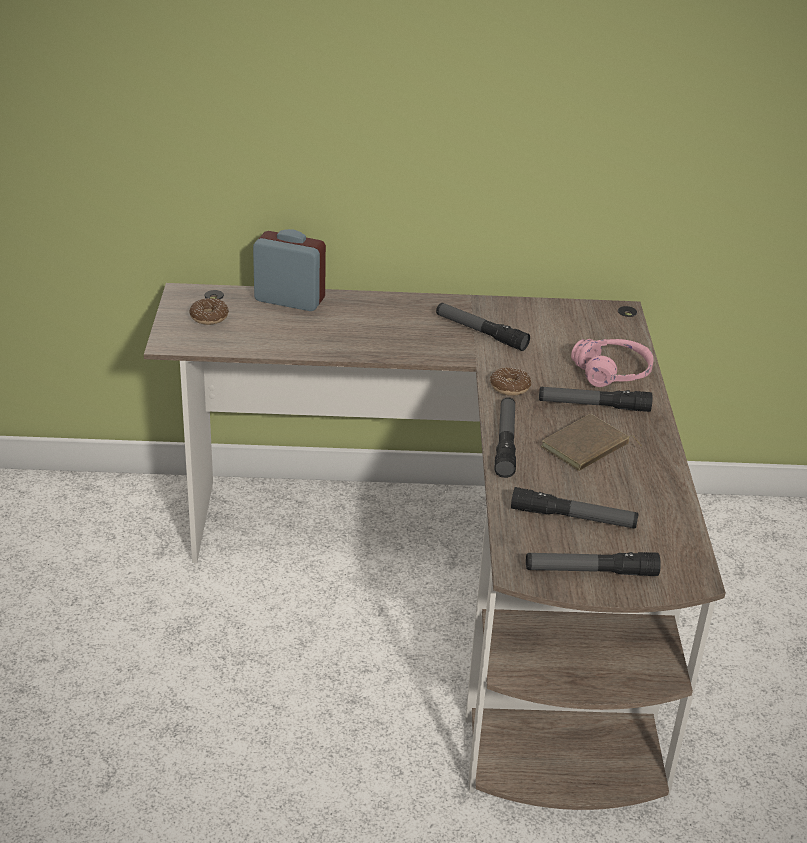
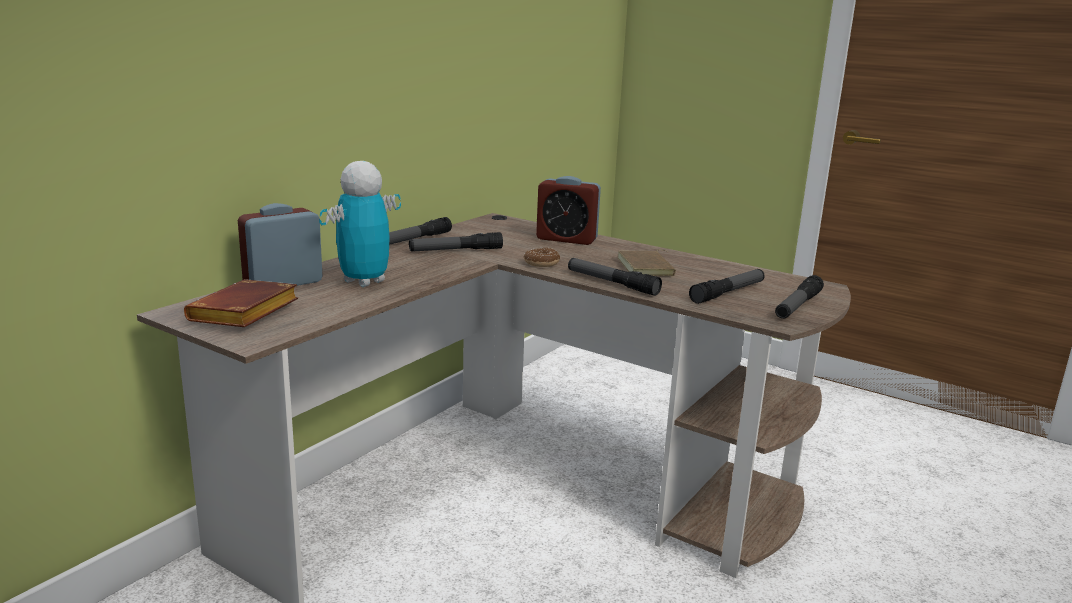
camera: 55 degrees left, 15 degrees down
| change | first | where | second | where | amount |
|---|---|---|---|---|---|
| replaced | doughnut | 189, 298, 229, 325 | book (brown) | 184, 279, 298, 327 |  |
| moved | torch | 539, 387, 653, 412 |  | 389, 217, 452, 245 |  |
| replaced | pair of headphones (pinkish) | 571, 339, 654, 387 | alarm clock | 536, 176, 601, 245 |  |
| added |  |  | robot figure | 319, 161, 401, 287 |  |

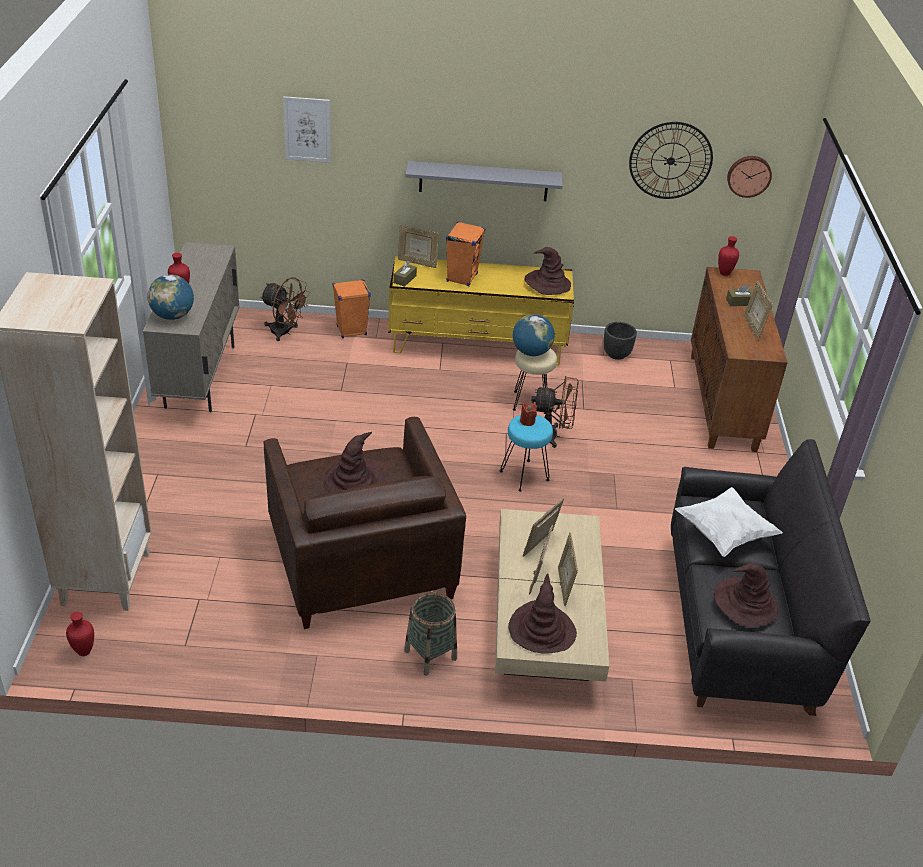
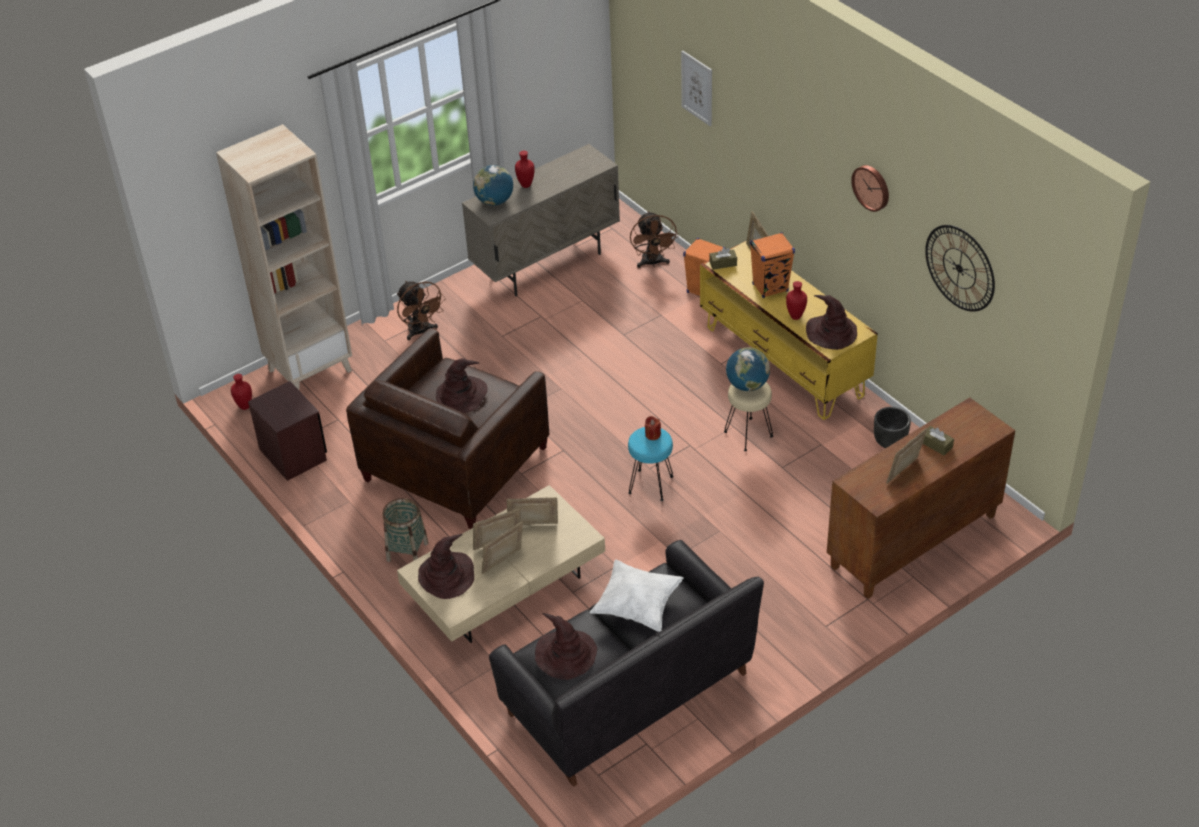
camera: 55 degrees right, 5 degrees up
| change | first | where | second | where | amount |
|---|---|---|---|---|---|
| removed | wall shelf (grey) | 406, 161, 563, 201 |  |  |  |
| moved | fan (brown) | 531, 376, 579, 448 |  | 397, 281, 446, 340 |  |
| moved | decorative vase (red) | 718, 236, 739, 276 |  | 786, 281, 807, 320 |  |
| moved | wall clock | 727, 156, 772, 198 |  | 851, 165, 889, 212 |  |
| added |  |  | nightstand (brown) | 248, 381, 327, 481 |  |

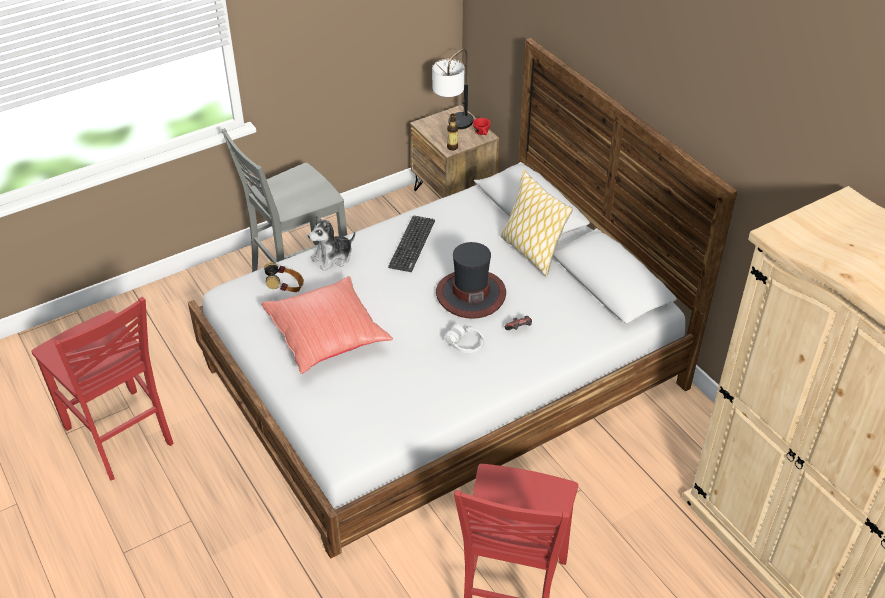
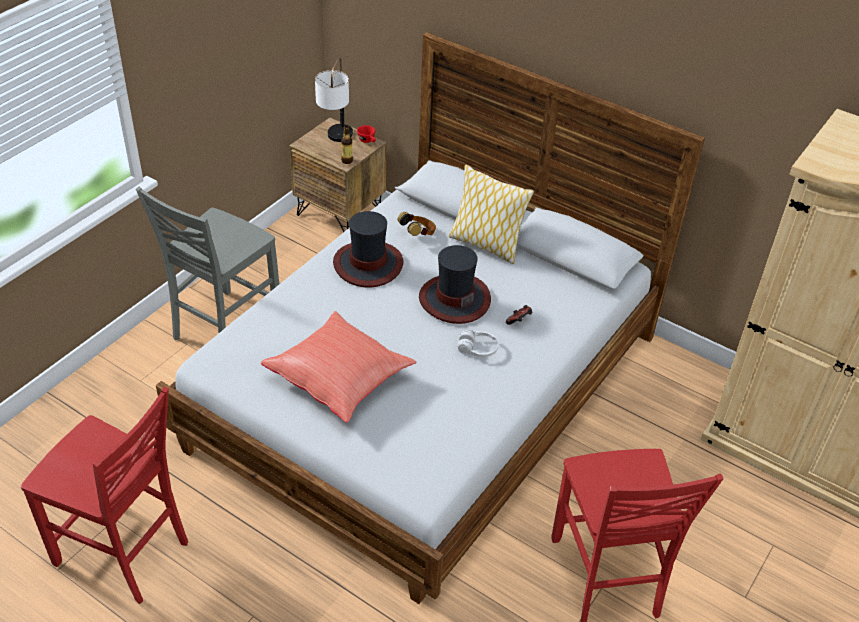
camera: 25 degrees left, 0 degrees up
| change | first | where | second | where | amount |
|---|---|---|---|---|---|
| moved | pair of headphones | 264, 262, 304, 292 |  | 397, 212, 436, 236 |  |
| removed | plush toy | 308, 216, 355, 271 |  |  |  |
| replaced | PC keyboard | 388, 216, 435, 272 | hat | 333, 211, 403, 287 |  |

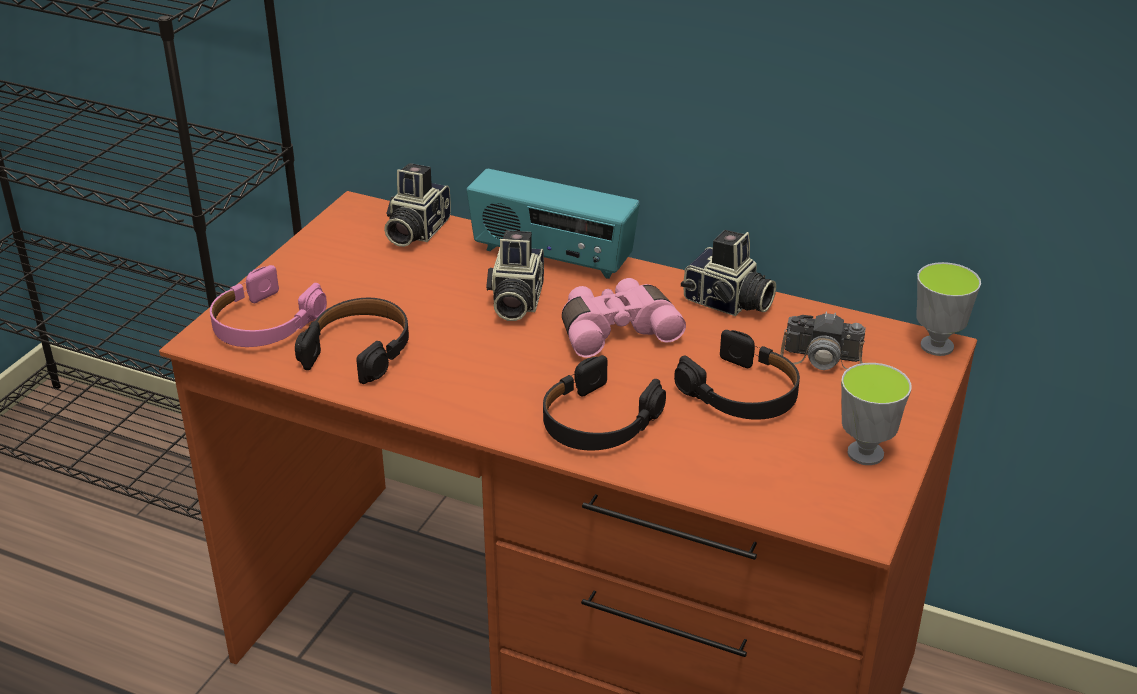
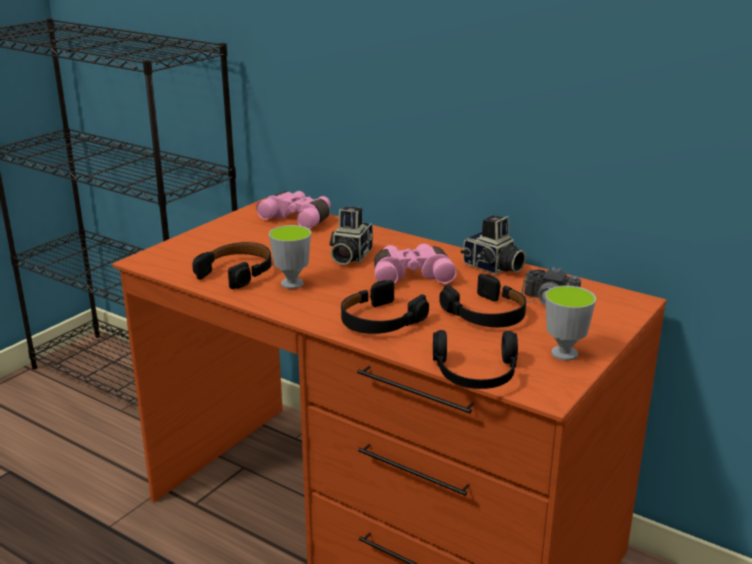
camera: 10 degrees right, 10 degrees down
| change | first | where | second | where | amount |
|---|---|---|---|---|---|
| removed | pair of headphones (pinkish) | 210, 265, 327, 347 |  |  |  |
| replaced | photo camera | 384, 163, 451, 247 | binoculars (pinkish) | 256, 191, 331, 229 |  |
| removed | radio receiver | 466, 169, 640, 279 |  |  |  |
| moved | cup | 916, 262, 981, 356 |  | 269, 225, 312, 289 |  |
| added |  |  | pair of headphones (black) | 433, 330, 518, 389 |  |

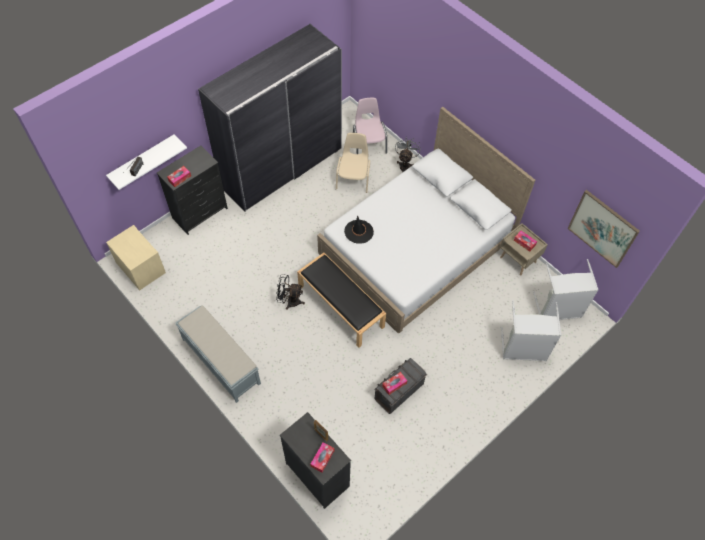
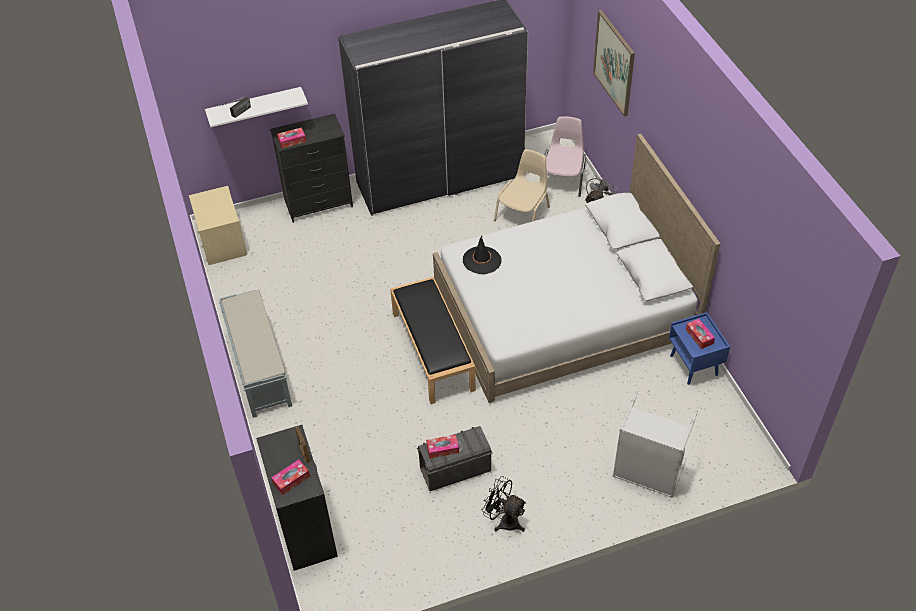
camera: 25 degrees right, 10 degrees down
| change | first | where | second | where | amount |
|---|---|---|---|---|---|
| moved | fan (black) | 276, 274, 305, 310 |  | 482, 476, 527, 532 |  |
| recoloured | nightstand (beige) | 500, 223, 548, 275 | nightstand (bluish) | 669, 312, 730, 385 |  |
| removed | washing basket (grey) | 533, 259, 598, 320 |  |  |  |
| moved | wall picture | 567, 190, 640, 268 |  | 593, 10, 635, 117 |  |

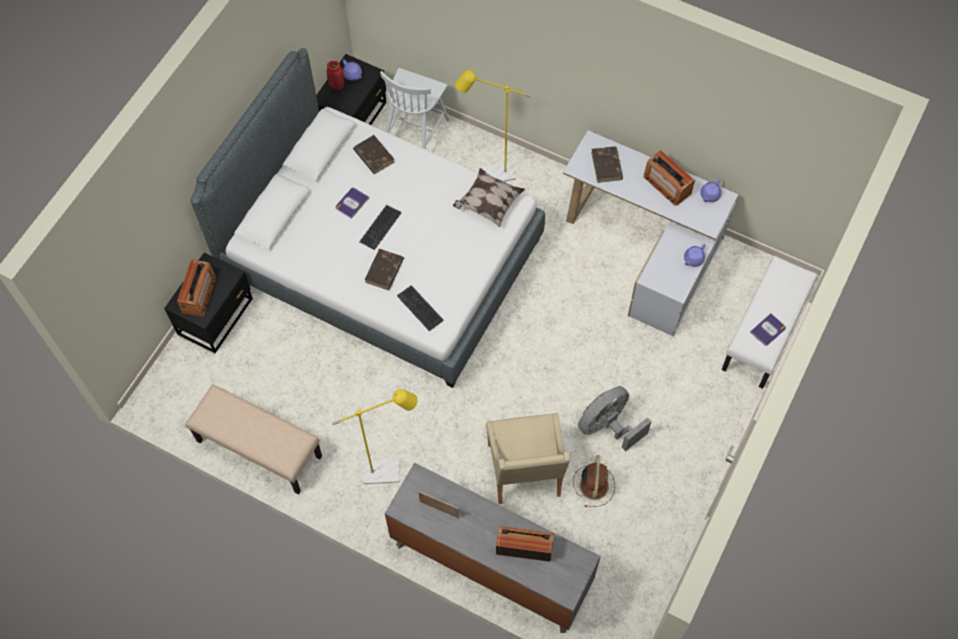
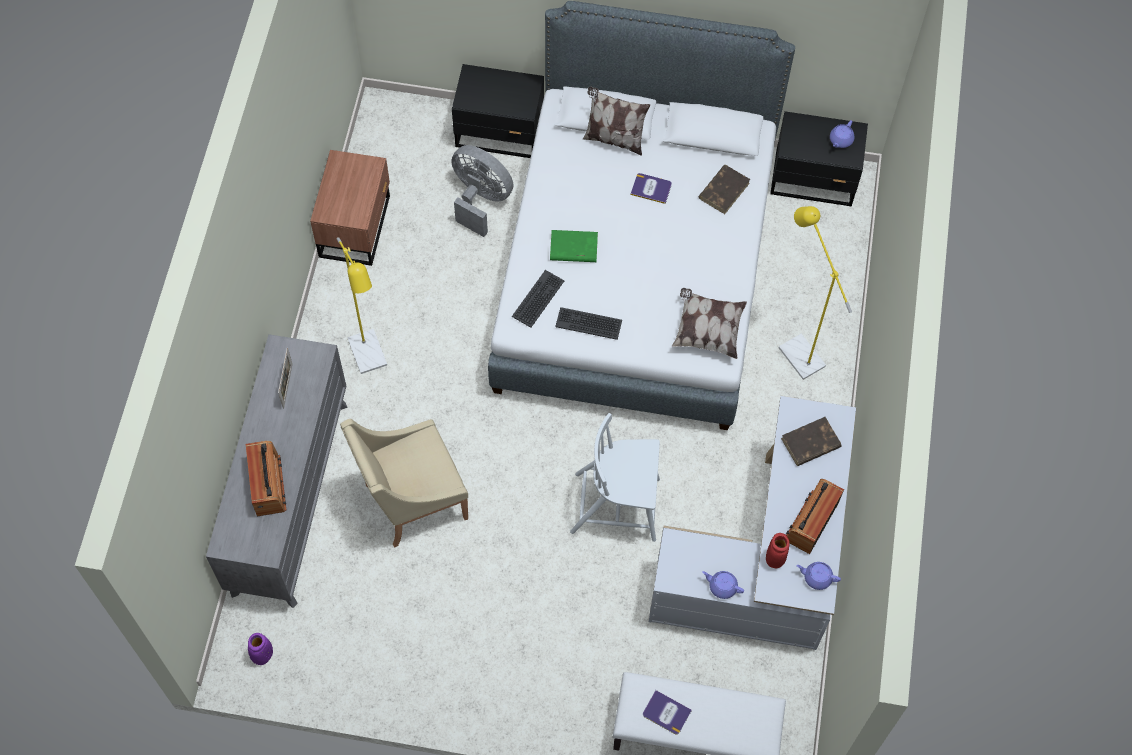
camera: 70 degrees right, 0 degrees up
| change | first | where | second | where | amount |
|---|---|---|---|---|---|
| removed | radio receiver | 177, 259, 217, 317 |  |  |  |
| replaced | bench (beige) | 185, 384, 322, 494 | nightstand (brown) | 310, 150, 390, 266 |  |
| moved | decorative vase (red) | 327, 61, 345, 90 |  | 766, 533, 790, 568 |  |
| moved | PC keyboard | 359, 205, 402, 250 |  | 555, 307, 622, 340 |  |
| recoloured | book (brown) | 364, 249, 404, 290 | book (green-coloured) | 550, 230, 598, 262 |  |
| moved | plain chair (white-coloured) | 380, 68, 450, 149 |  | 570, 413, 660, 542 |  |
| removed | fan (brown) | 573, 455, 615, 507 |  |  |  |
| moved | fan (grey) | 578, 386, 651, 451 |  | 451, 145, 514, 237 |  |
| added |  |  | decorative vase (purplish) | 248, 633, 273, 665 |  |
| added |  |  | pillow | 583, 86, 650, 156 |  |

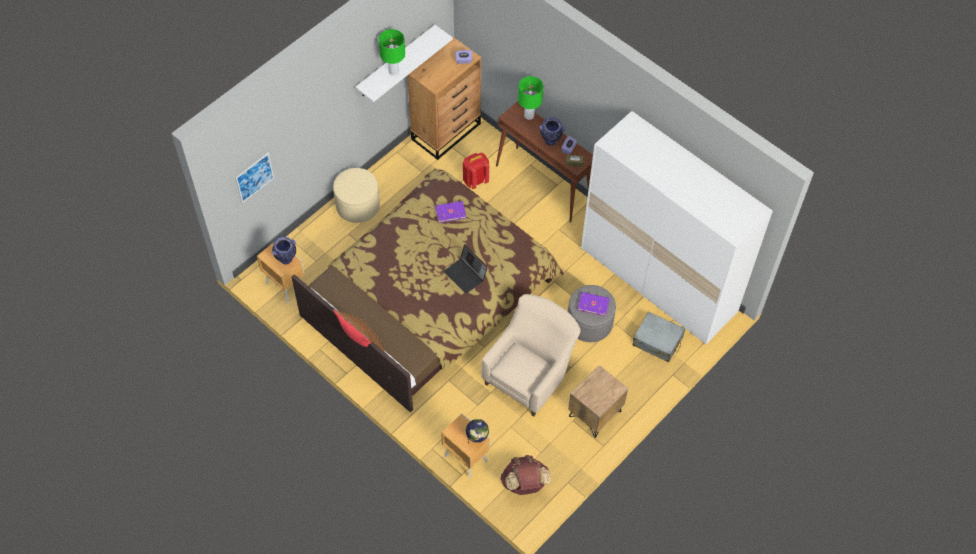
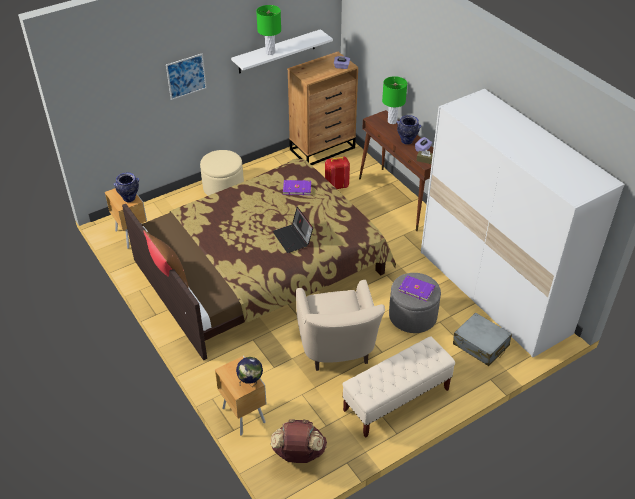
camera: 15 degrees right, 15 degrees down
| change | first | where | second | where | amount |
|---|---|---|---|---|---|
| moved | wall picture | 235, 153, 274, 203 |  | 166, 53, 207, 100 |  |
| turned | armchair (beige) | 482, 294, 580, 417 |  | 296, 280, 385, 371 | 120 degrees clockwise |
| replaced | nightstand (brown) | 568, 365, 628, 438 | bench (beige) | 342, 336, 455, 438 |  |

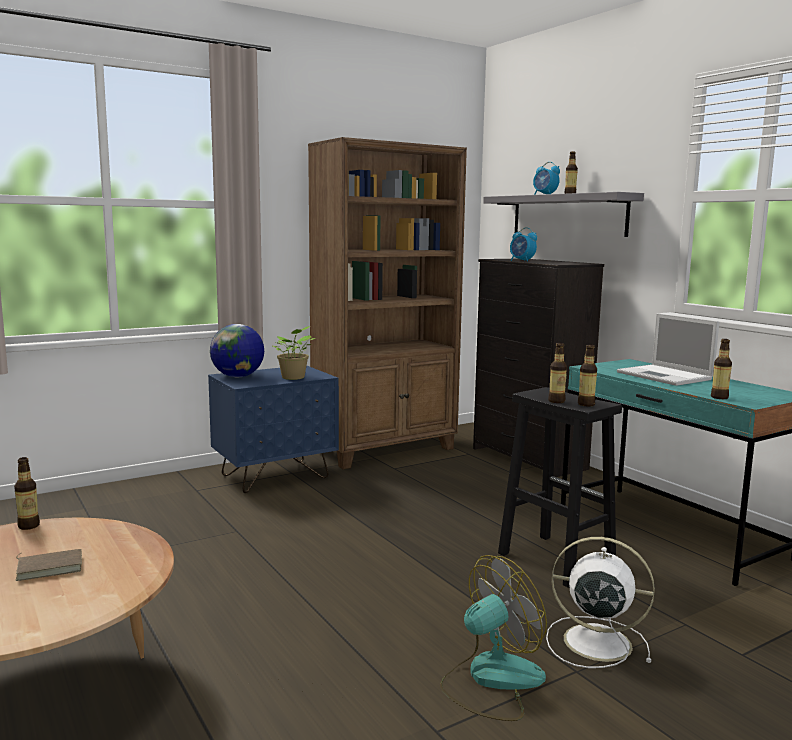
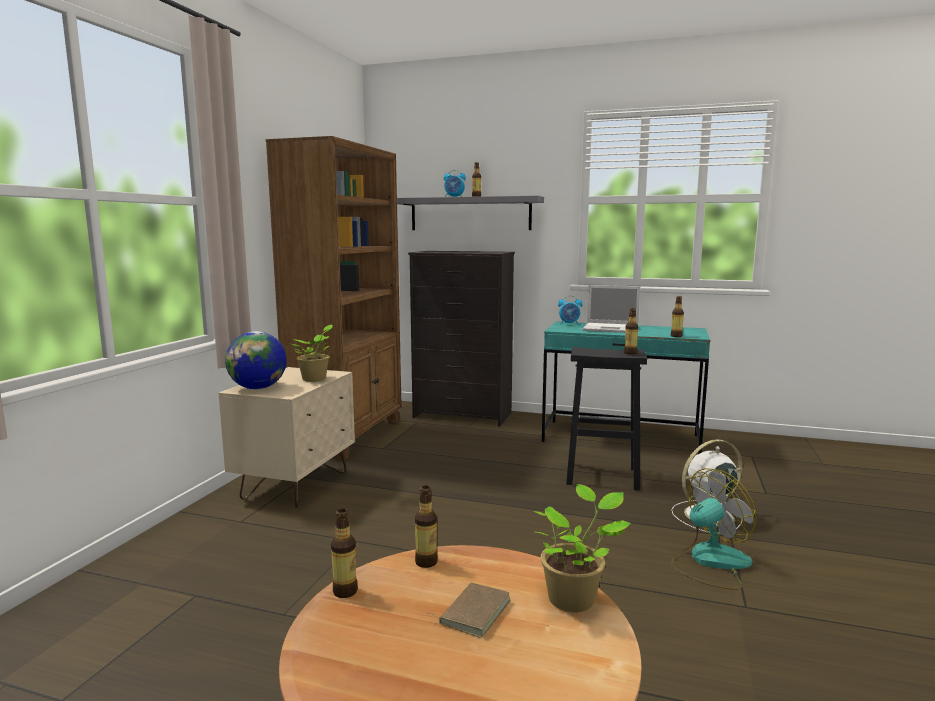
camera: 40 degrees left, 0 degrees up
| change | first | where | second | where | amount |
|---|---|---|---|---|---|
| recoloured | nightstand (bluish) | 208, 366, 339, 493 | nightstand (beige) | 219, 367, 355, 508 |  |
| turned | fan | 440, 555, 547, 721 |  | 671, 468, 757, 590 | 45 degrees clockwise |
| moved | alarm clock | 510, 227, 537, 262 |  | 558, 295, 582, 325 |  |
| moved | drink bottle | 548, 343, 567, 403 |  | 415, 486, 438, 568 |  |
| added |  |  | plant in a pot | 534, 484, 631, 613 |  |

